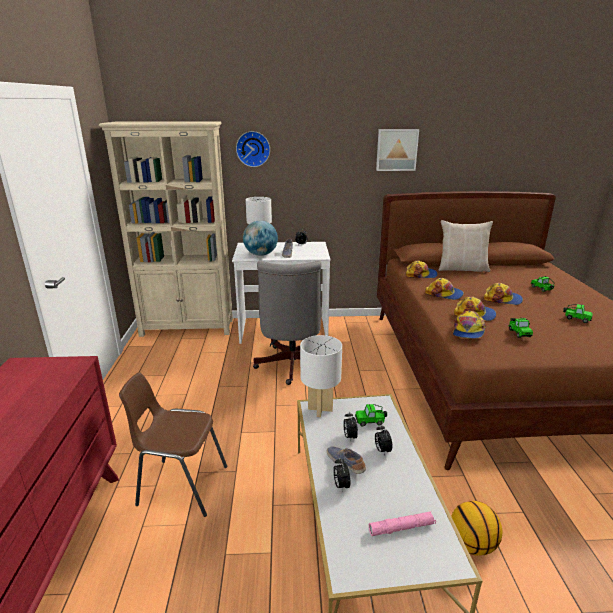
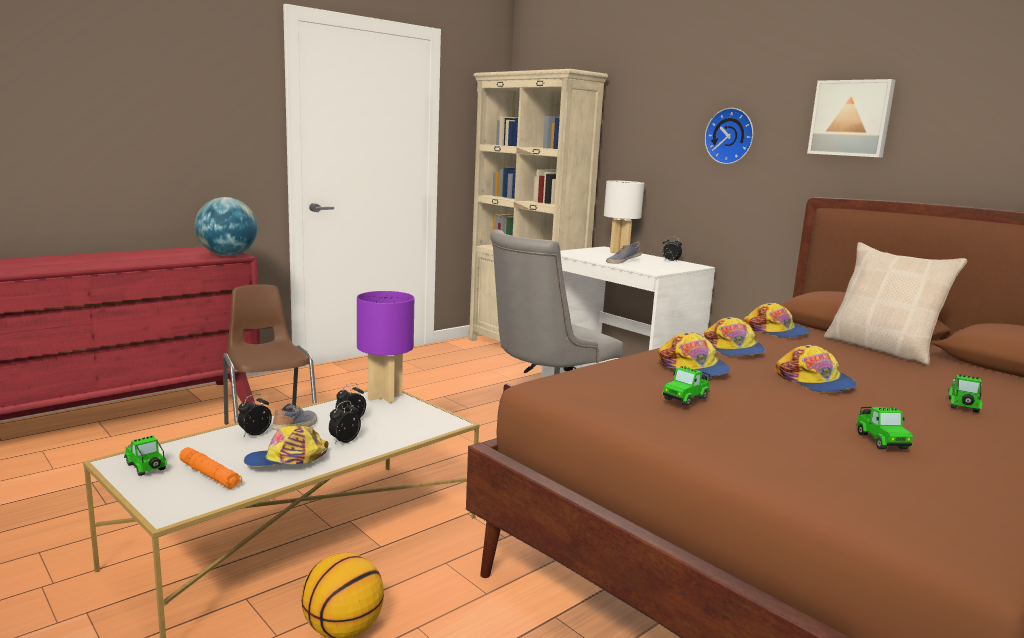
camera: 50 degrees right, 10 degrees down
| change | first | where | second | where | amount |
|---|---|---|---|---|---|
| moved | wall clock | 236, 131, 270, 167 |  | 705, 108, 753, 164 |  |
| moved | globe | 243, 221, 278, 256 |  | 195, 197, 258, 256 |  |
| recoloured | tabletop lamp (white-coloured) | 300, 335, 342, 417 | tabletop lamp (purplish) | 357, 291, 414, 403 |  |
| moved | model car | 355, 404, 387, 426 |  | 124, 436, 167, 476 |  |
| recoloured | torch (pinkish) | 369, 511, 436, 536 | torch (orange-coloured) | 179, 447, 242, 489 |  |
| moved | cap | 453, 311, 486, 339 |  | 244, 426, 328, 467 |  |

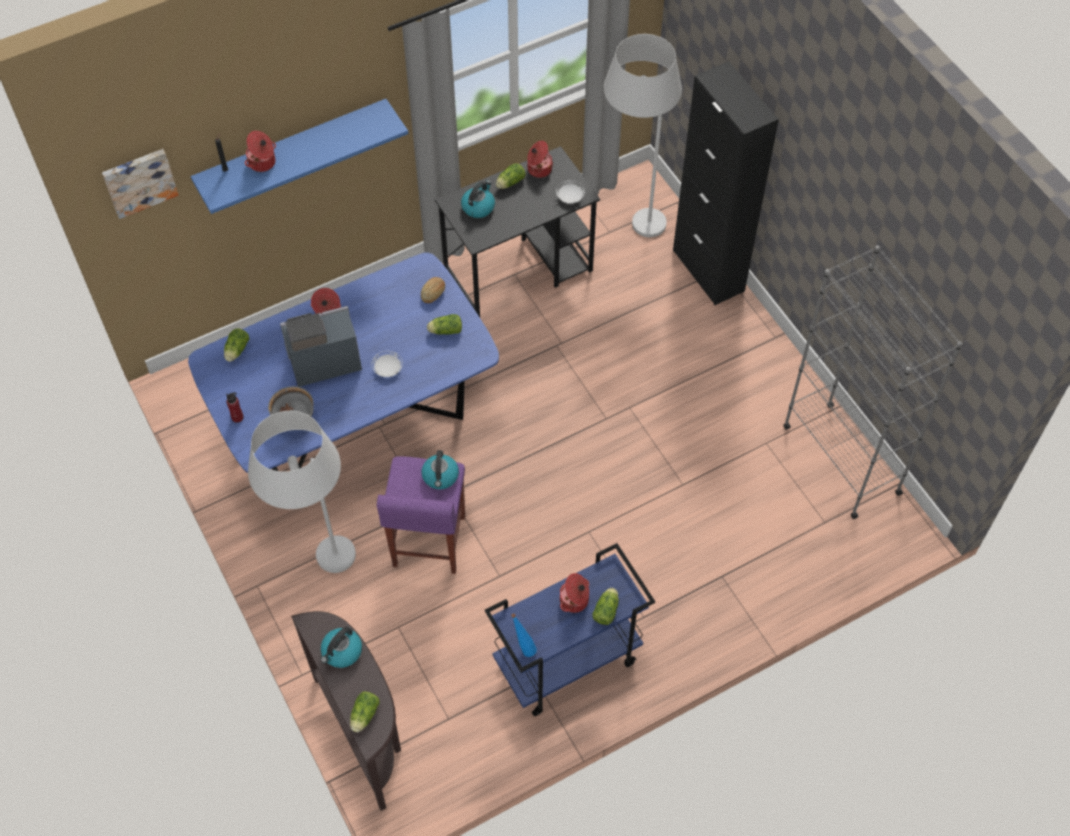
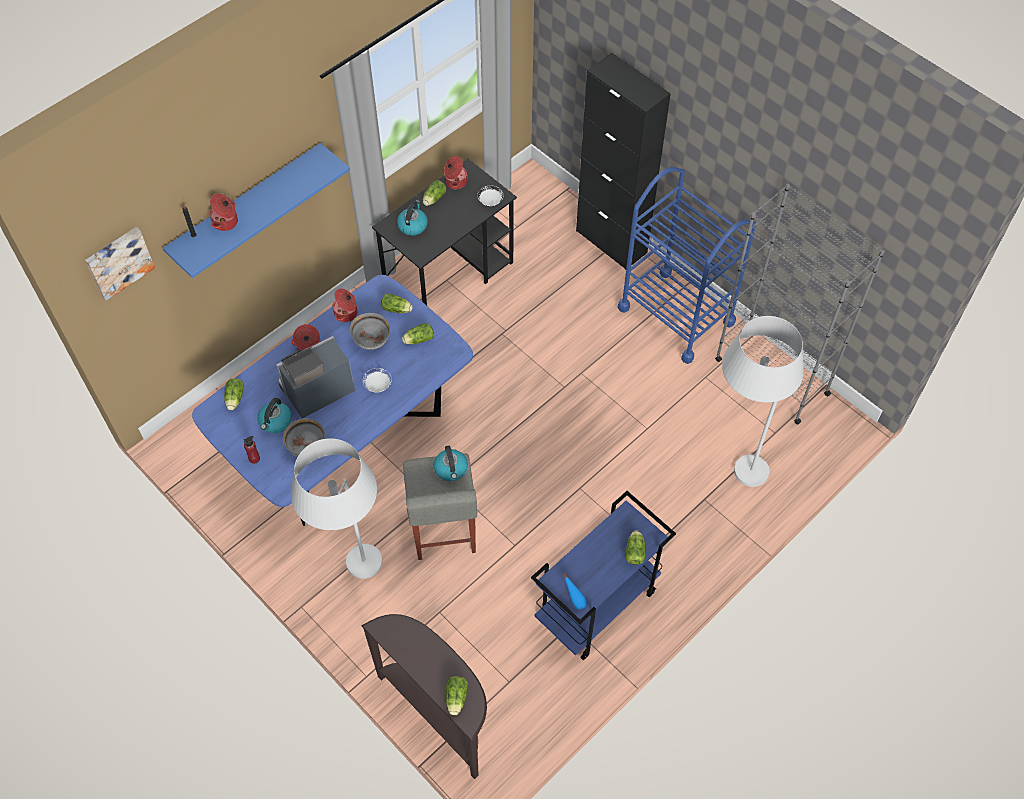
camera: 15 degrees left, 0 degrees up
| change | first | where | second | where | amount |
|---|---|---|---|---|---|
| moved | kettle | 321, 627, 362, 668 |  | 258, 398, 292, 433 |  |
| recoloured | stool (purplish) | 377, 456, 465, 574 | stool (grey) | 403, 453, 477, 560 |  |
| replaced | bakery bread | 421, 277, 445, 303 | head of lettuce | 381, 293, 413, 313 |  |
| moved | stockpot | 560, 573, 589, 613 |  | 332, 288, 358, 322 |  |
| moved | standard lamp (white-coloured) | 604, 34, 682, 237 |  | 722, 316, 804, 487 |  |
| added |  |  | deep dish (grey) | 350, 313, 390, 350 |  |
| added |  |  | trolley (bluish) | 618, 167, 756, 364 |  |

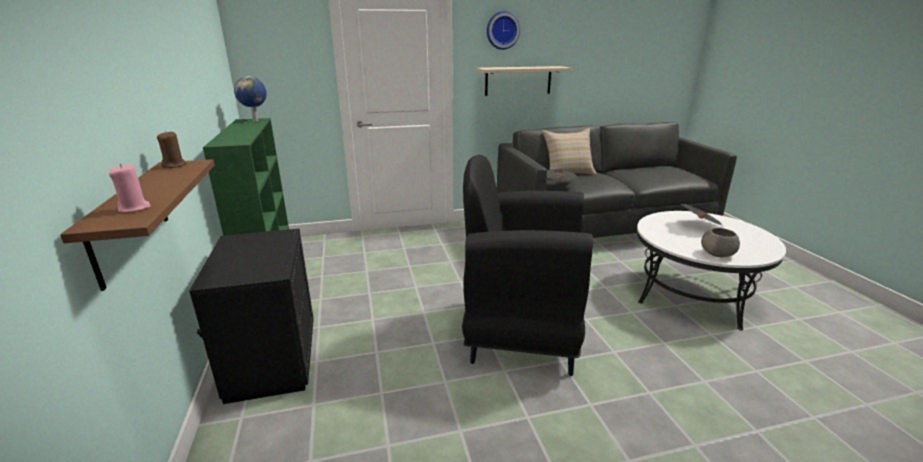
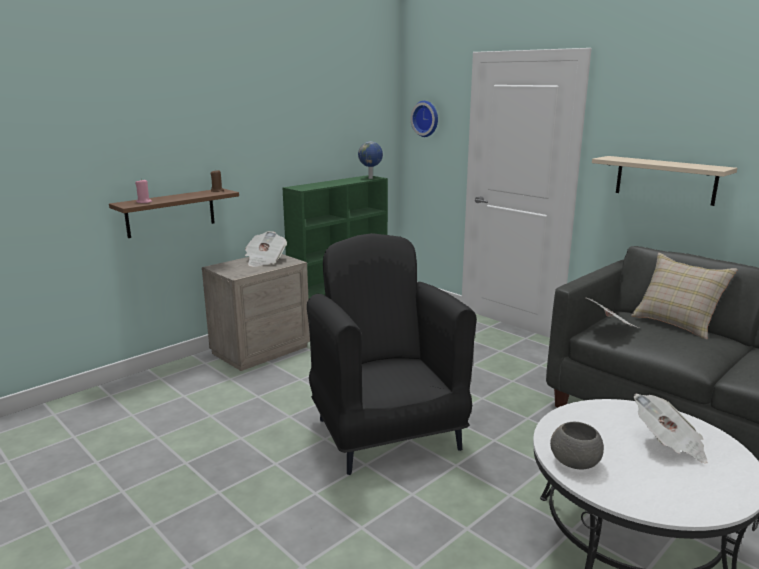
camera: 60 degrees right, 5 degrees down
| change | first | where | second | where | amount |
|---|---|---|---|---|---|
| recoloured | nightstand (black) | 189, 229, 314, 404 | nightstand (beige) | 202, 254, 310, 371 |  |
| moved | wall clock | 487, 11, 520, 50 |  | 411, 101, 438, 137 |  |
| added |  |  | printed paper | 245, 231, 287, 267 |  |

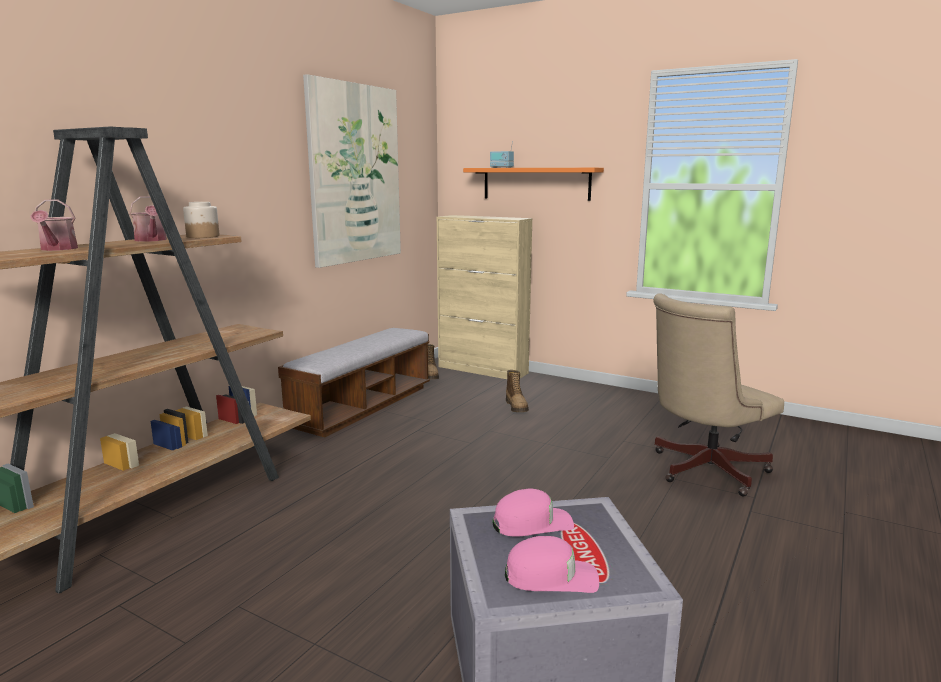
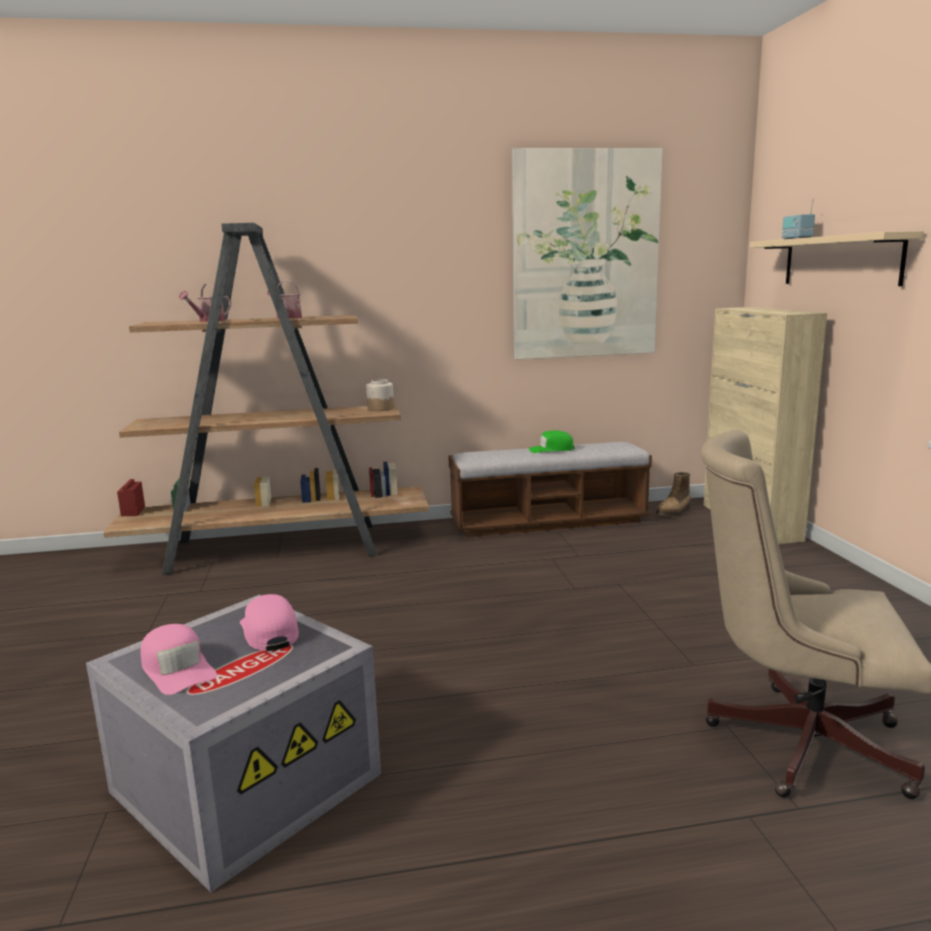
camera: 50 degrees right, 0 degrees up
| change | first | where | second | where | amount |
|---|---|---|---|---|---|
| moved | preserve jar | 183, 202, 220, 238 |  | 366, 379, 394, 411 |  |
| recoloured | wall shelf (orange-coloured) | 463, 168, 604, 201 | wall shelf (beige) | 750, 231, 924, 286 |  |
| turned | cap (pinkish) | 493, 488, 574, 537 |  | 240, 594, 299, 651 | 150 degrees counterclockwise |
| removed | high-top boot | 506, 370, 529, 412 |  |  |  |
| added |  |  | cap (green-coloured) | 529, 431, 574, 453 |  |

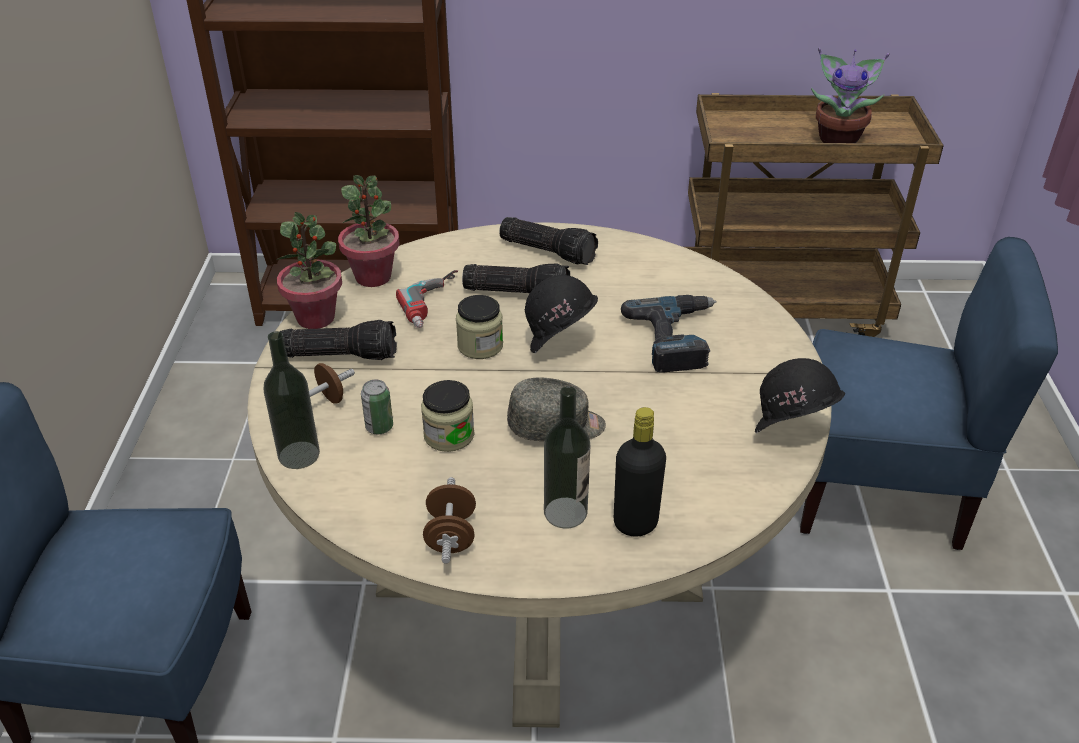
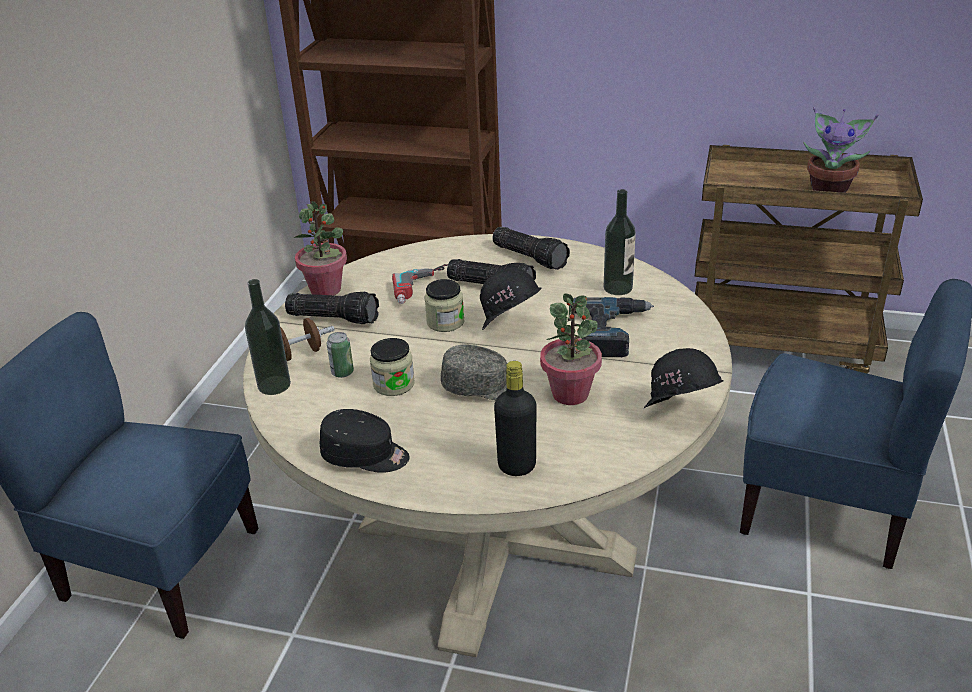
camera: 15 degrees right, 5 degrees down
| change | first | where | second | where | amount |
|---|---|---|---|---|---|
| moved | plant in a pot | 338, 175, 400, 287 |  | 540, 294, 602, 405 |  |
| replaced | free weight (brown) | 423, 477, 476, 564 | cap (black) | 319, 409, 410, 473 |  |
| moved | drink bottle | 544, 386, 590, 528 |  | 604, 189, 636, 295 |  |

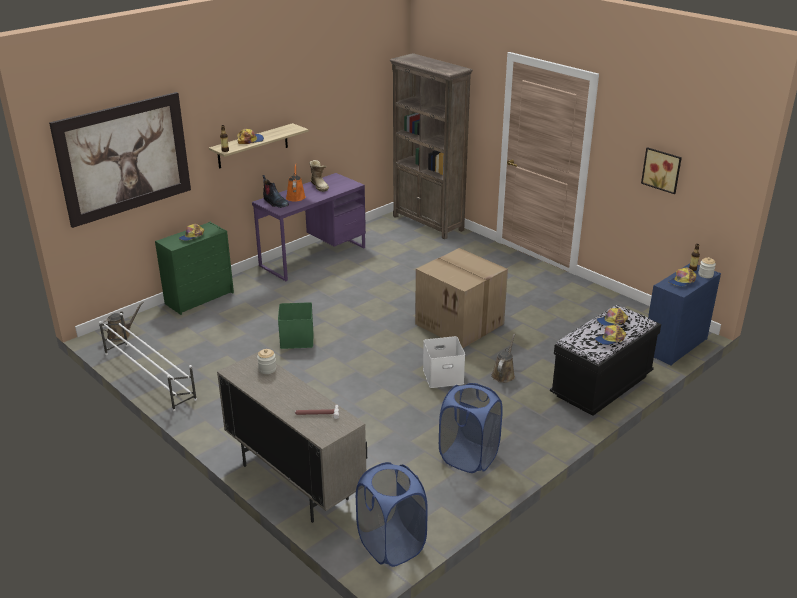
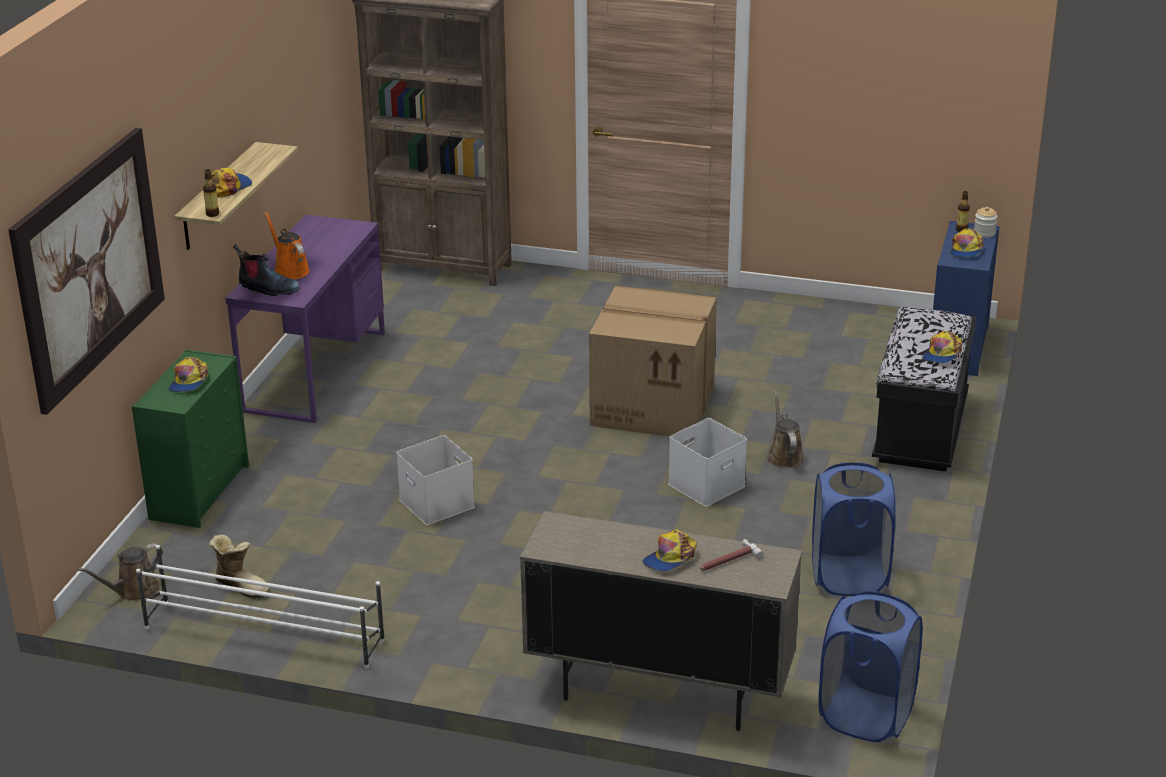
camera: 30 degrees left, 0 degrees up
| change | first | where | second | where | amount |
|---|---|---|---|---|---|
| turned | watering pot (brown) | 99, 302, 144, 342 |  | 78, 543, 163, 601 | 150 degrees counterclockwise |
| removed | preserve jar | 257, 349, 276, 374 |  |  |  |
| recoloured | storage bin (green-coloured) | 278, 302, 314, 349 | storage bin (white-coloured) | 396, 435, 475, 525 |  |
| moved | high-top boot | 309, 160, 329, 192 |  | 209, 535, 270, 599 |  |
| moved | cap | 597, 308, 628, 326 |  | 643, 529, 697, 571 |  |
| removed | wall picture | 641, 147, 682, 194 |  |  |  |

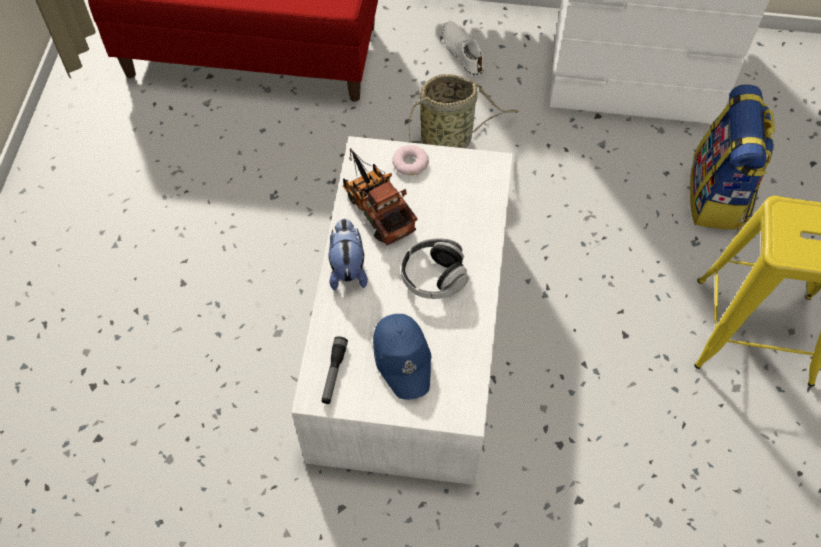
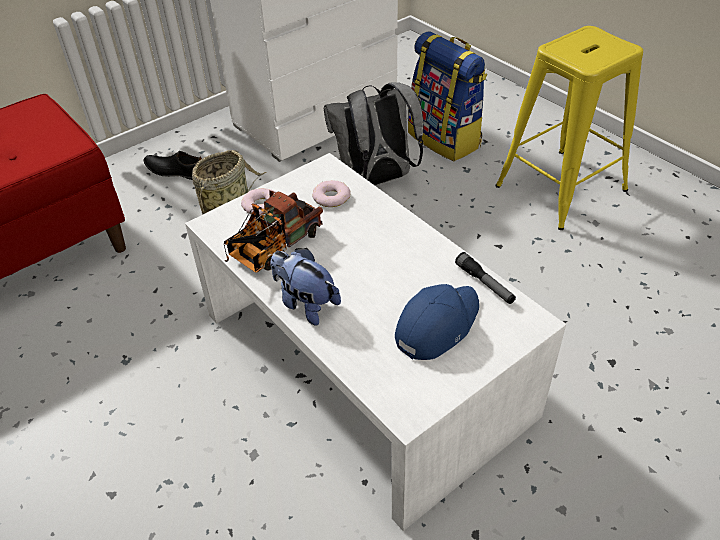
camera: 45 degrees left, 15 degrees down
| change | first | where | second | where | amount |
|---|---|---|---|---|---|
| moved | torch | 321, 336, 348, 404 |  | 455, 252, 516, 304 |  |
| turned | toy truck | 343, 148, 417, 245 |  | 224, 190, 323, 273 | 60 degrees counterclockwise |
| turned | cap (bluish) | 373, 314, 432, 400 |  | 395, 284, 479, 360 | 75 degrees counterclockwise |
| removed | pair of headphones | 401, 238, 469, 299 |  |  |  |
| recoloured | low shoe (white-coloured) | 442, 21, 484, 76 | low shoe (black) | 144, 151, 202, 180 |  |
| added |  |  | doughnut | 312, 180, 351, 207 |  |
| added |  |  | rucksack (grey) | 324, 82, 424, 185 |  |

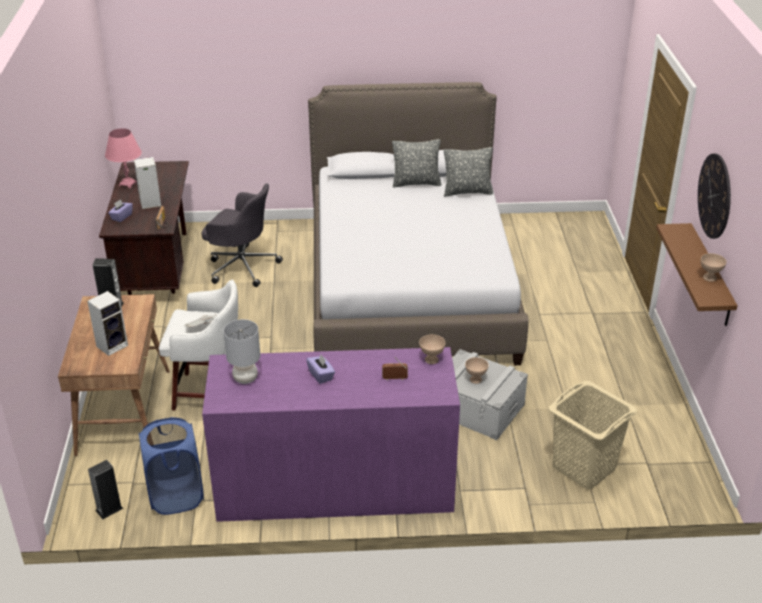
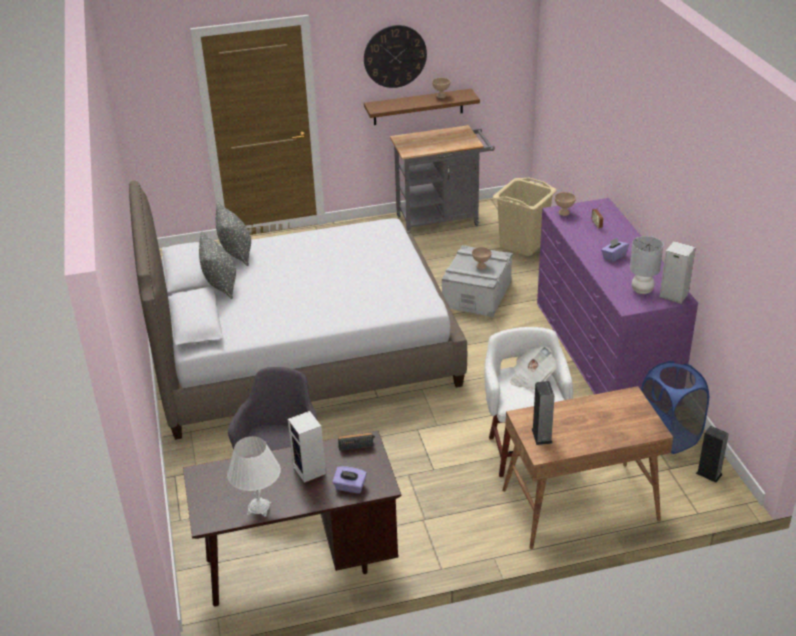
camera: 100 degrees left, 0 degrees up
| change | first | where | second | where | amount |
|---|---|---|---|---|---|
| moved | speaker | 87, 291, 128, 356 |  | 660, 241, 696, 304 |  |
| recoloured | tabletop lamp (pinkish) | 105, 128, 142, 188 | tabletop lamp (white-coloured) | 227, 436, 281, 517 |  |
| added |  |  | trolley (grey) | 390, 125, 495, 234 |  |

